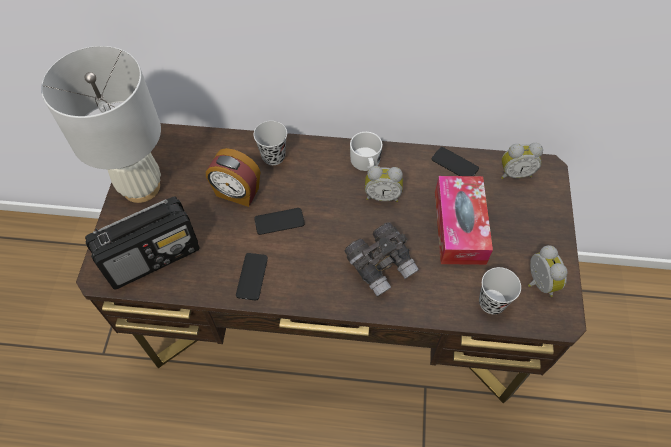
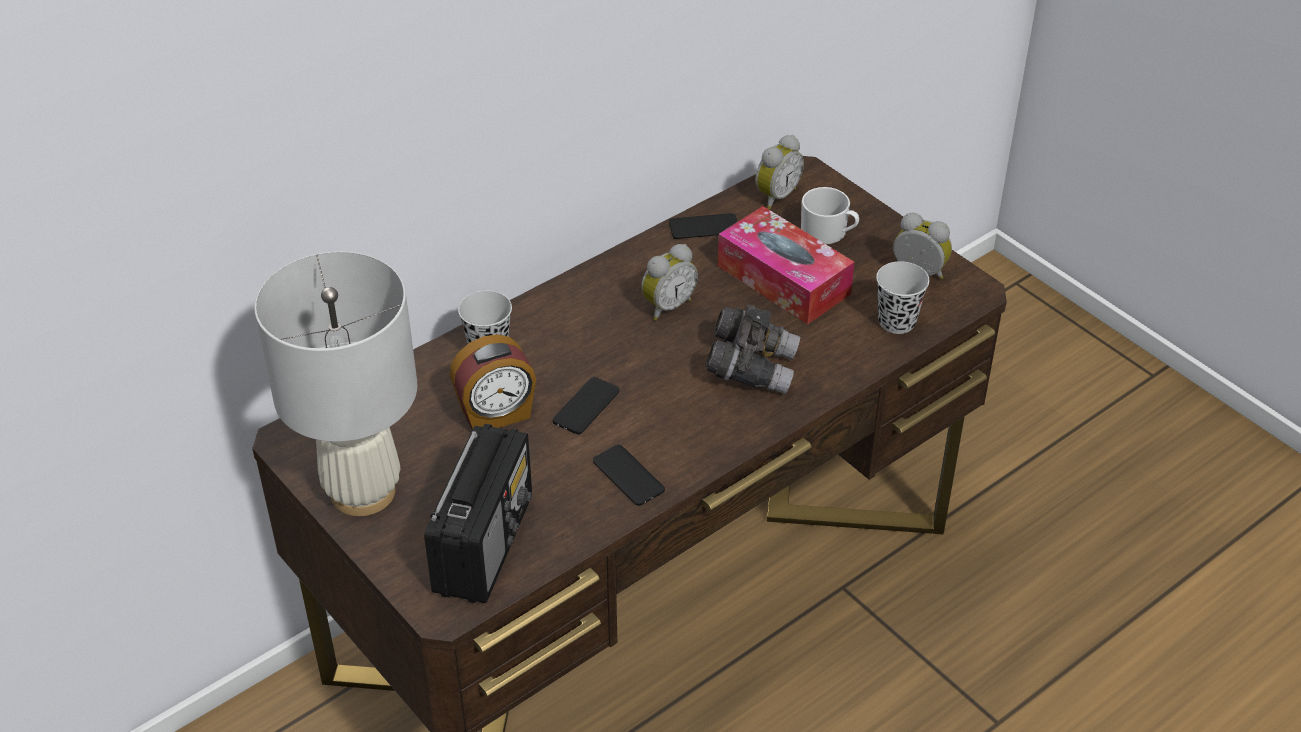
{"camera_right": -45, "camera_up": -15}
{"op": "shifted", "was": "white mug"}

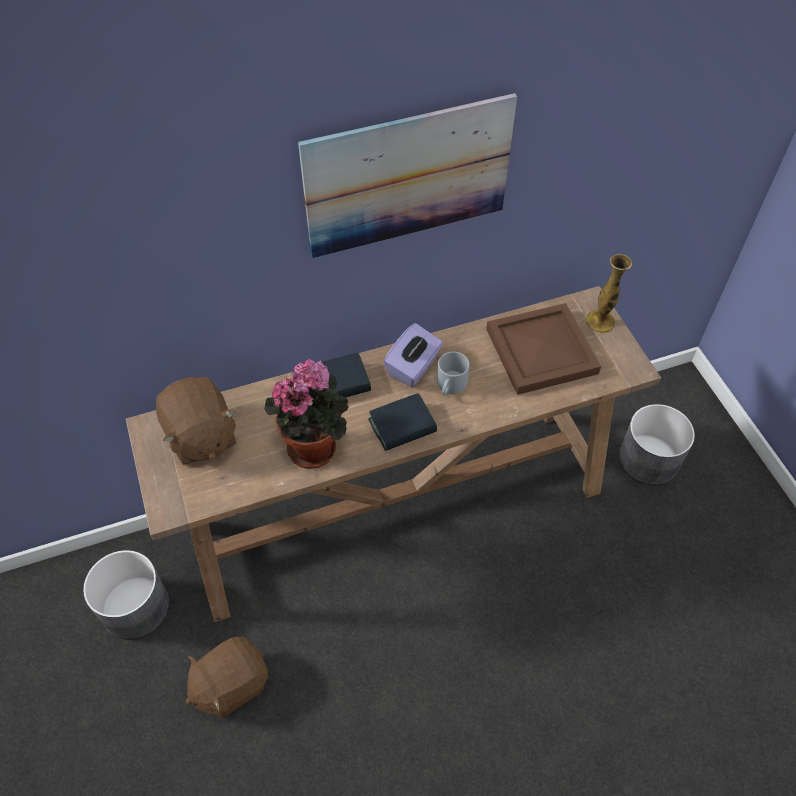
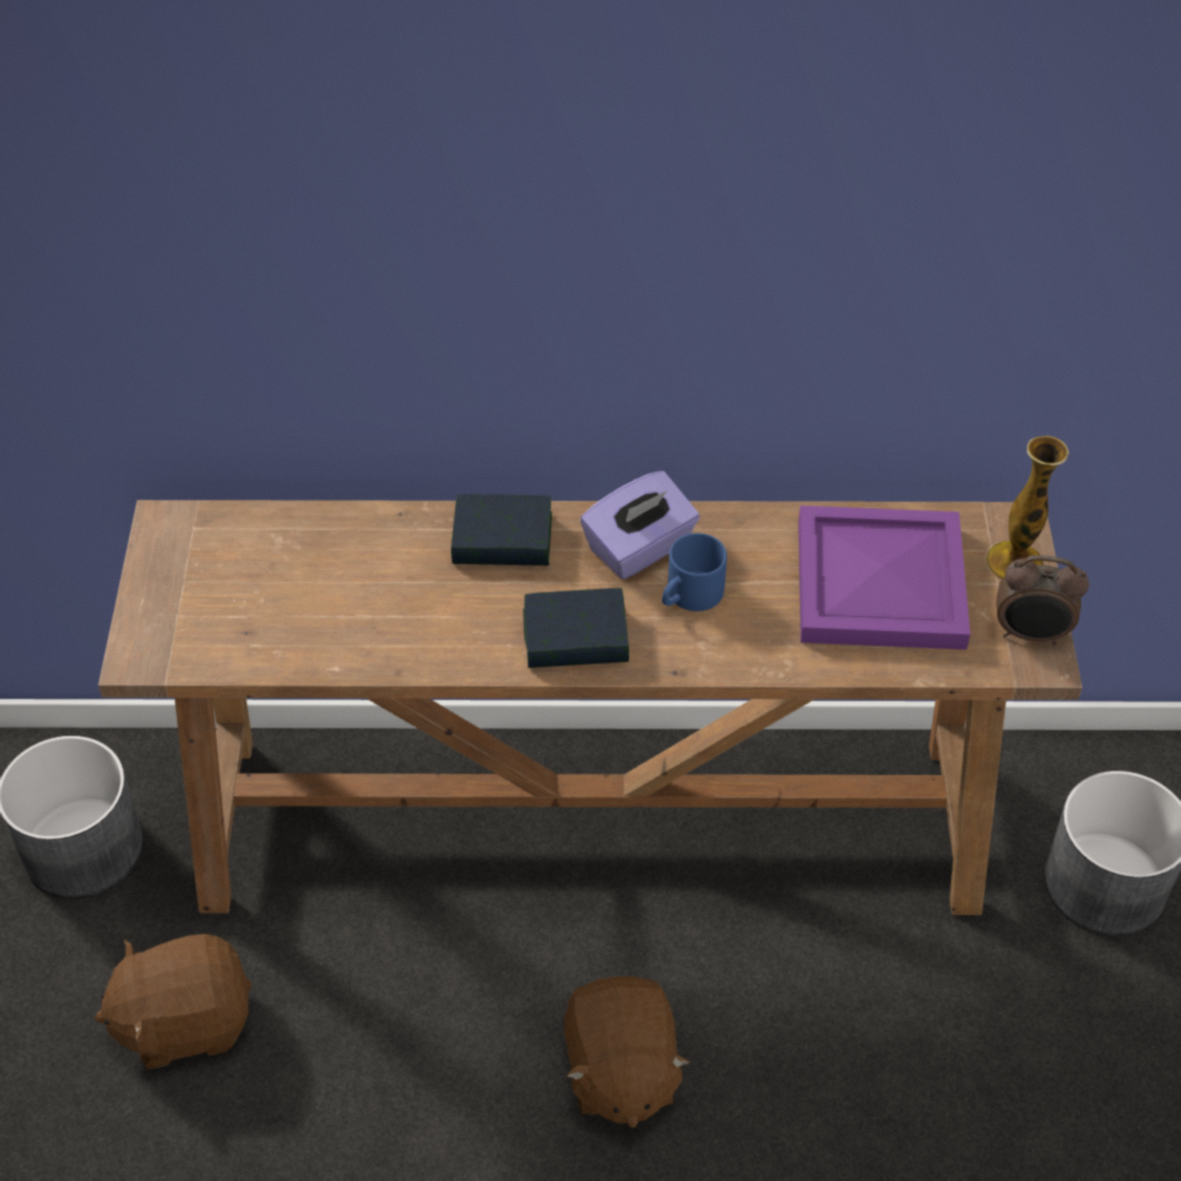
{"camera_right": 20, "camera_up": -5}
{"op": "gone", "was": "picture"}
{"op": "repainted", "was": "brown tray", "now": "purple tray"}
{"op": "repainted", "was": "grey mug", "now": "blue mug"}
{"op": "gone", "was": "potted plant"}
{"op": "shifted", "was": "brown plush toy (no. 1 from left in the first image)", "now": "brown plush toy (no. 2 from left)"}
{"op": "new", "now": "alarm clock"}

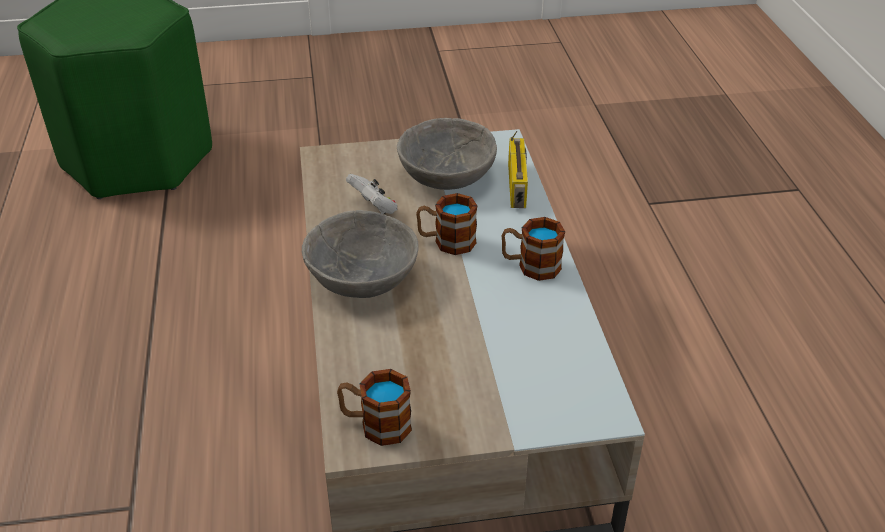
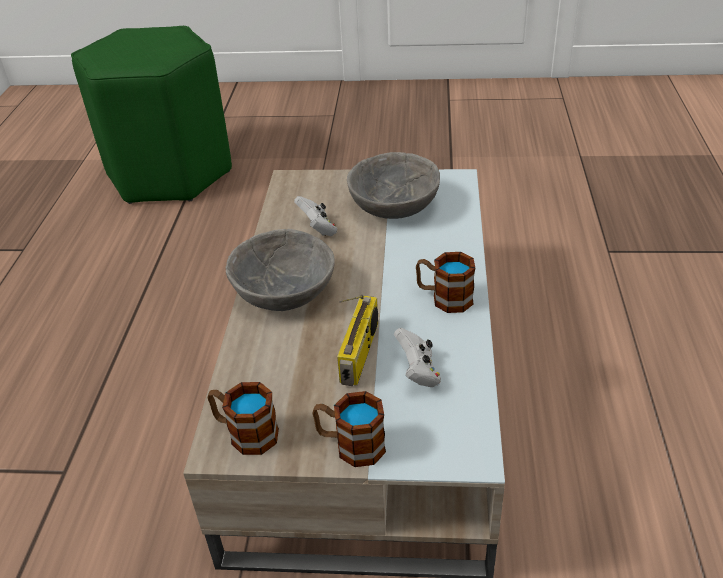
{"camera_right": 15, "camera_up": 0}
{"op": "shifted", "was": "radio"}
{"op": "shifted", "was": "mug (no. 2 from left)"}
{"op": "new", "now": "white game controller (no. 2 from left)"}

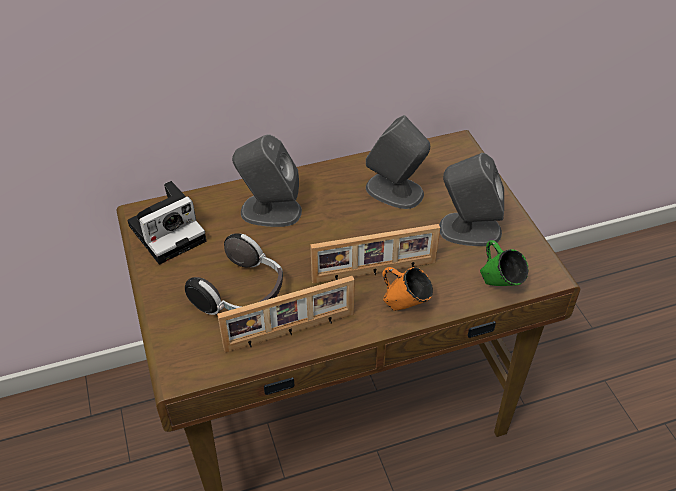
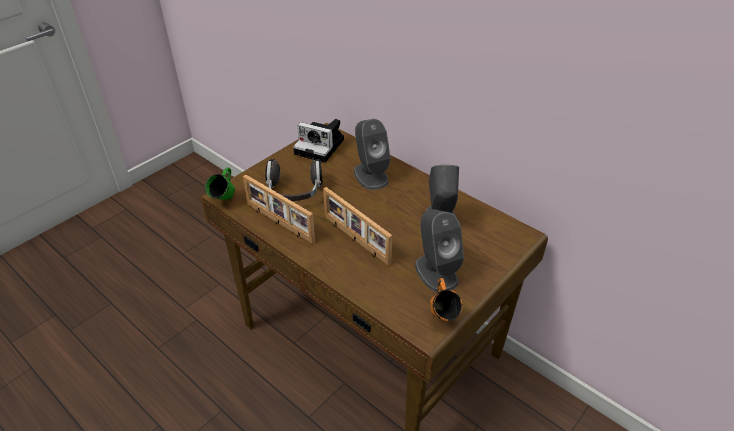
{"camera_right": 60, "camera_up": -5}
{"op": "shifted", "was": "green mug"}
{"op": "shifted", "was": "orange mug"}

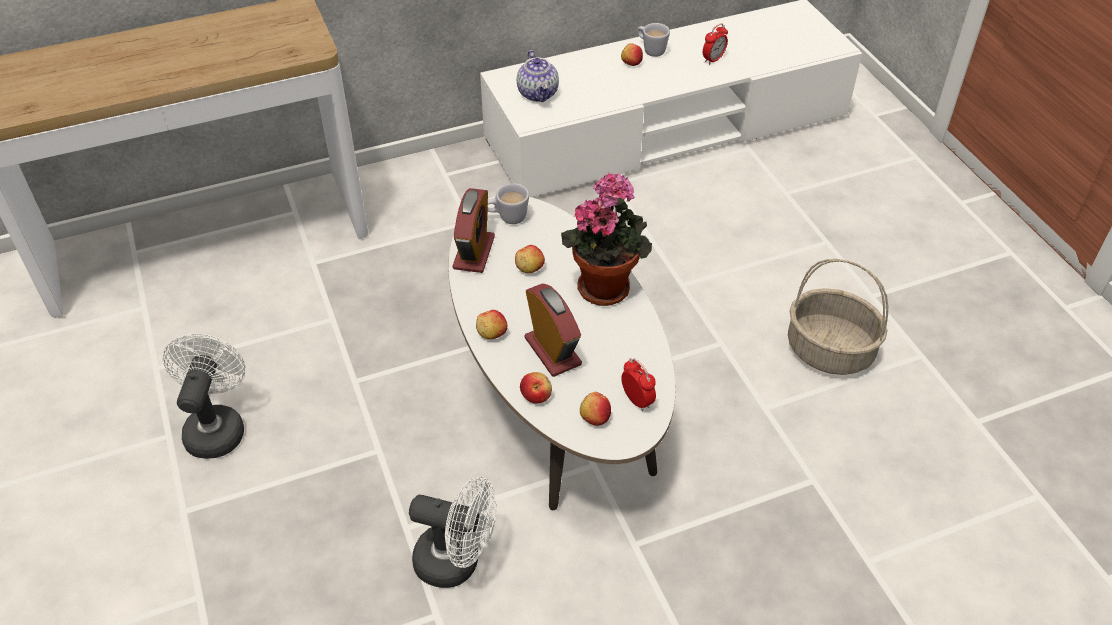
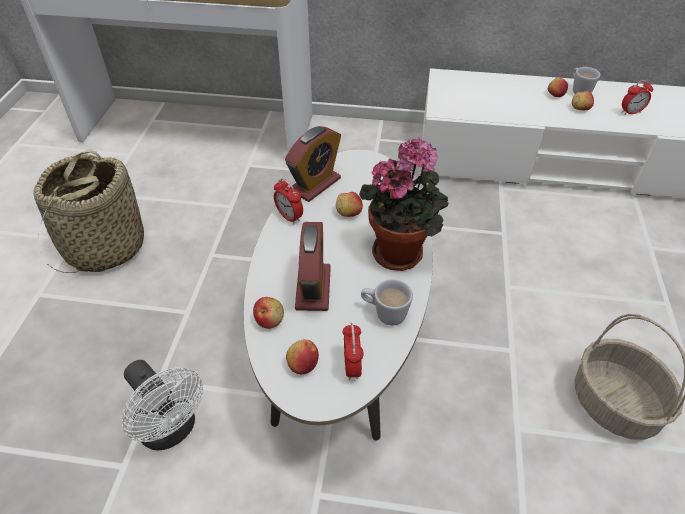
{"camera_right": 30, "camera_up": 0}
{"op": "gone", "was": "teapot"}
{"op": "shifted", "was": "white mug (no. 1 from left)"}
{"op": "shifted", "was": "apple (no. 1 from left in the first image)", "now": "apple (no. 5 from left)"}
{"op": "swapped", "was": "white fan (no. 1 from left)", "now": "basket (no. 1 from left)"}
{"op": "new", "now": "alarm clock (no. 1 from left)"}

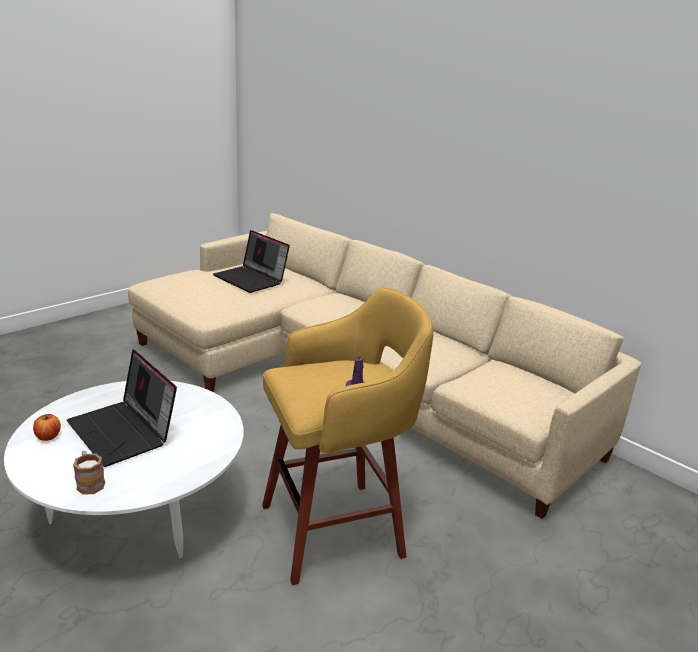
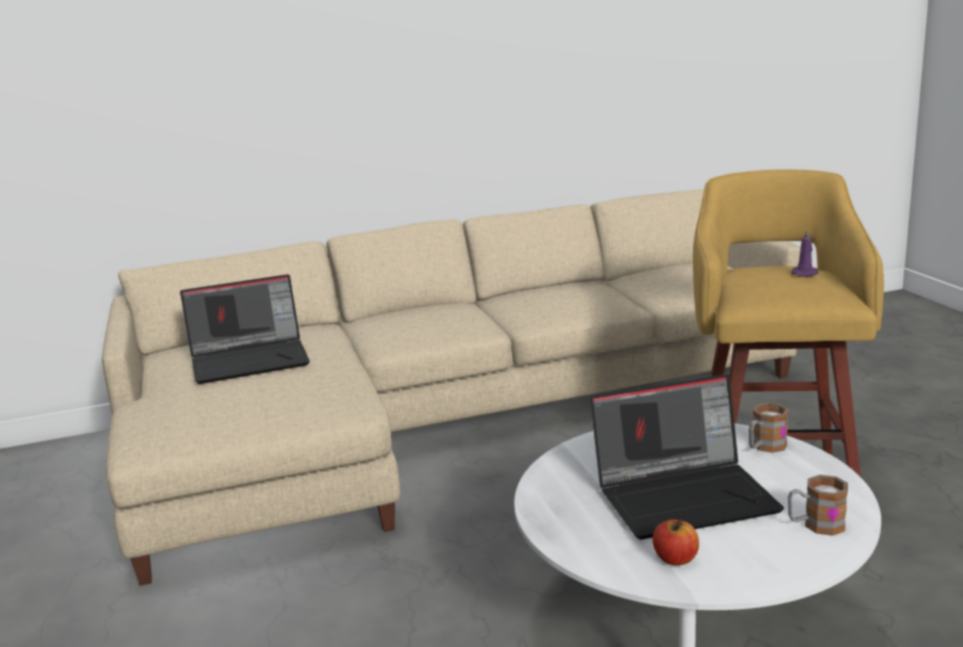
{"camera_right": -60, "camera_up": -5}
{"op": "new", "now": "mug (no. 1 from left)"}

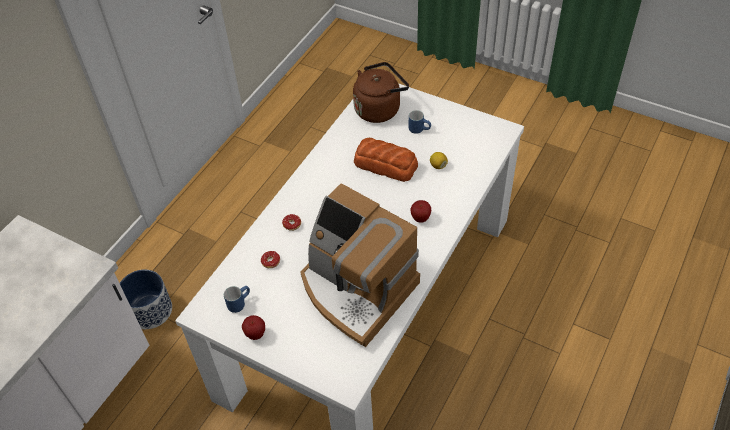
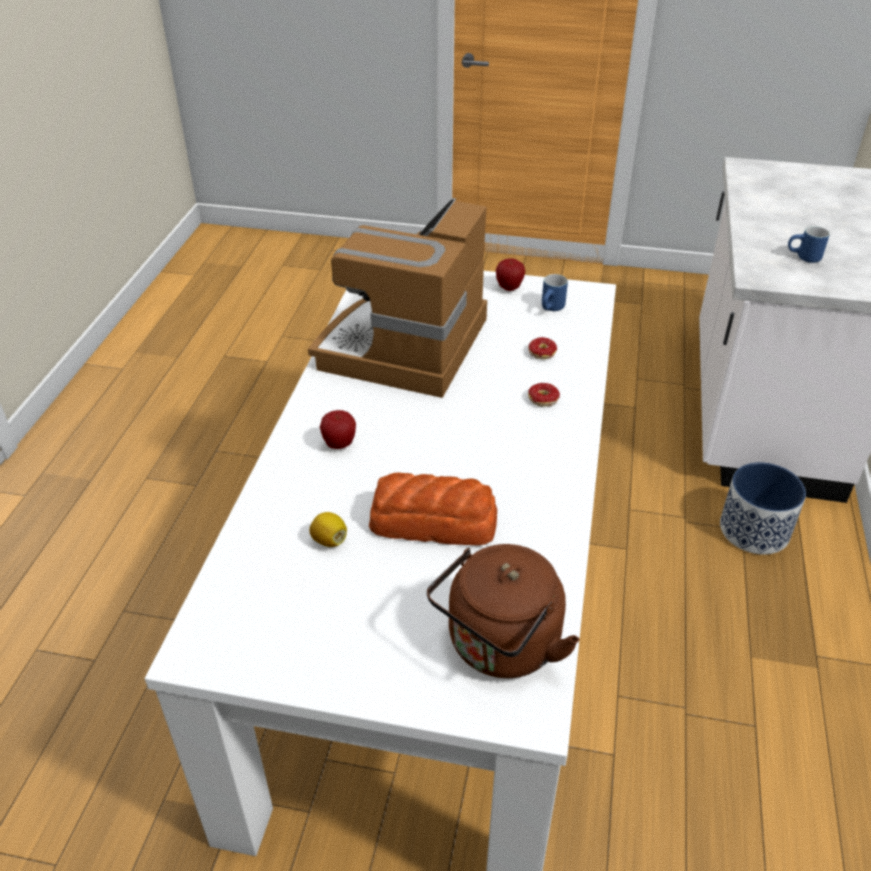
{"camera_right": 160, "camera_up": -10}
{"op": "shifted", "was": "blue mug (no. 2 from left)"}
{"op": "rotated", "was": "coffee machine", "clockwise": -90}

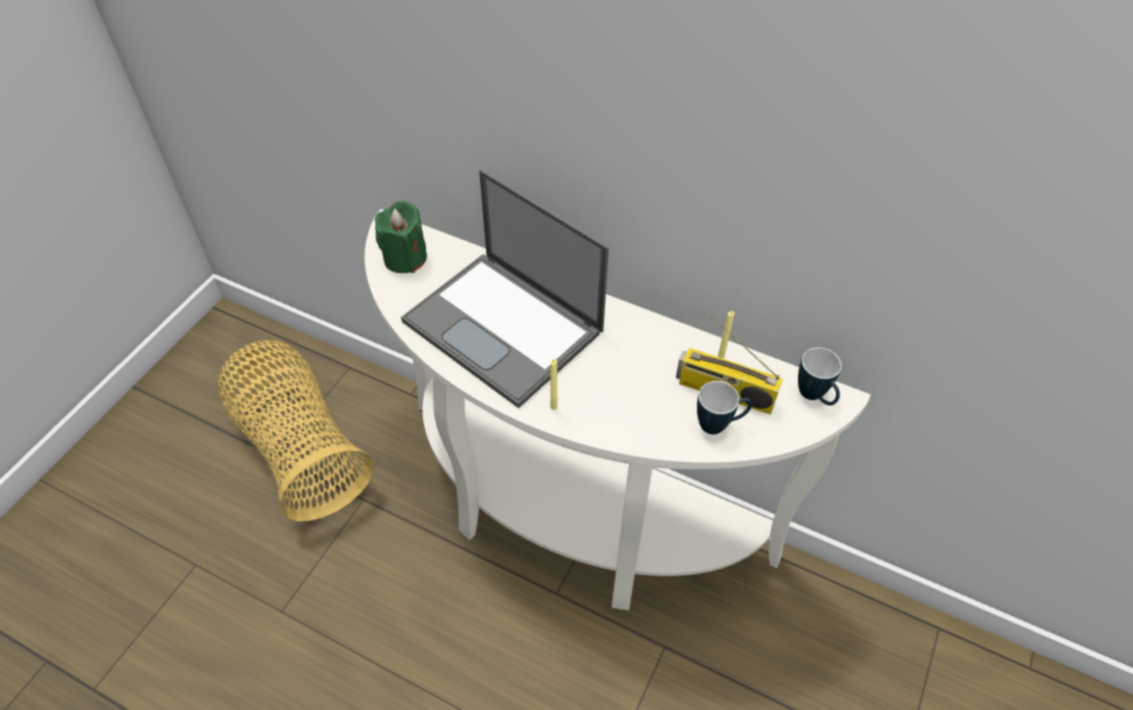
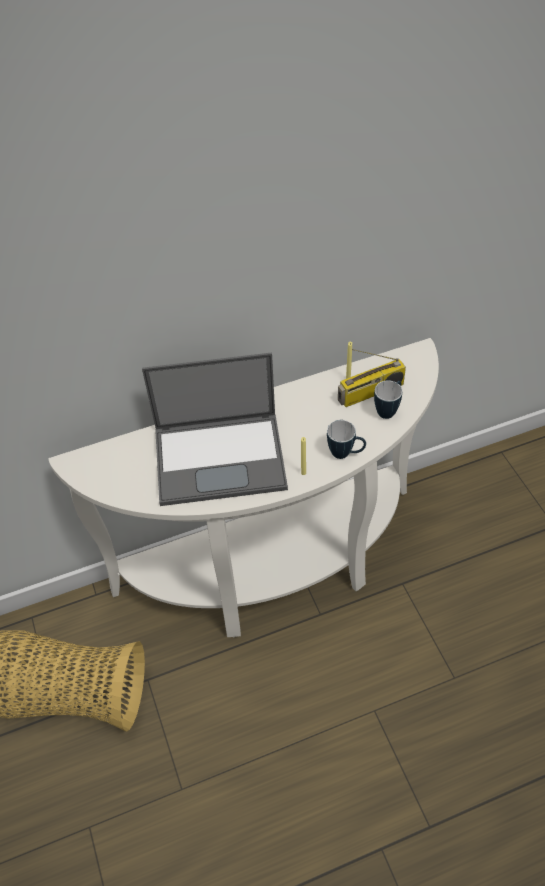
{"camera_right": -45, "camera_up": 0}
{"op": "gone", "was": "green candle"}
{"op": "shifted", "was": "mug (no. 2 from left in the first image)", "now": "mug (no. 1 from left)"}

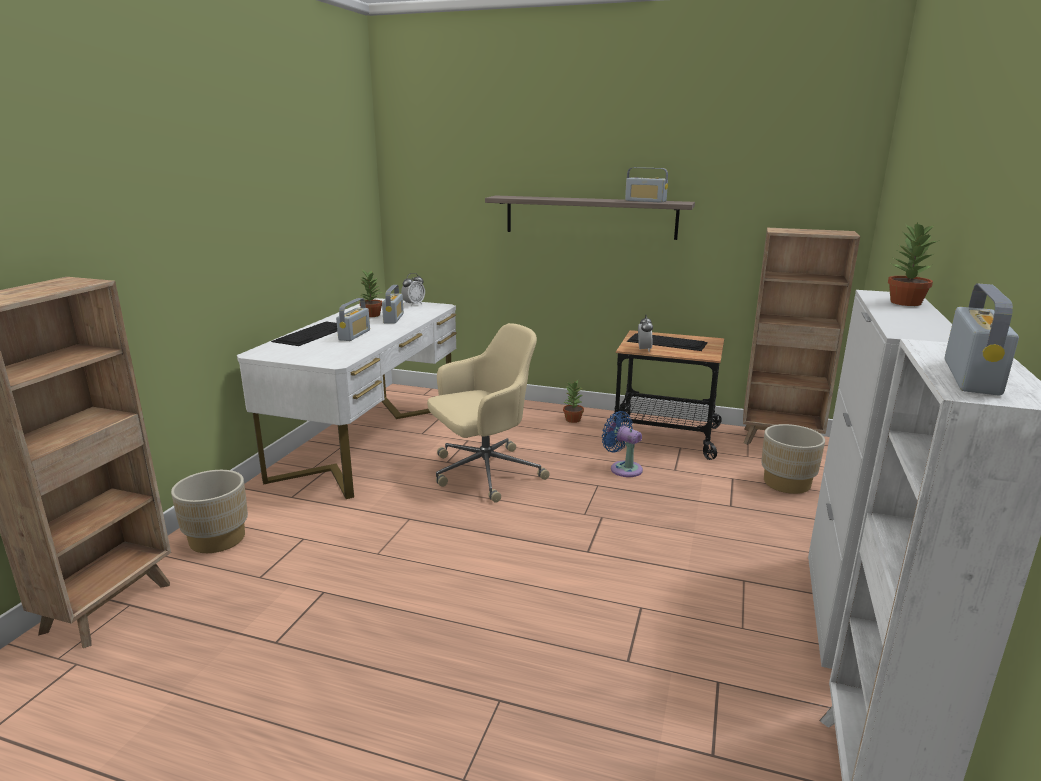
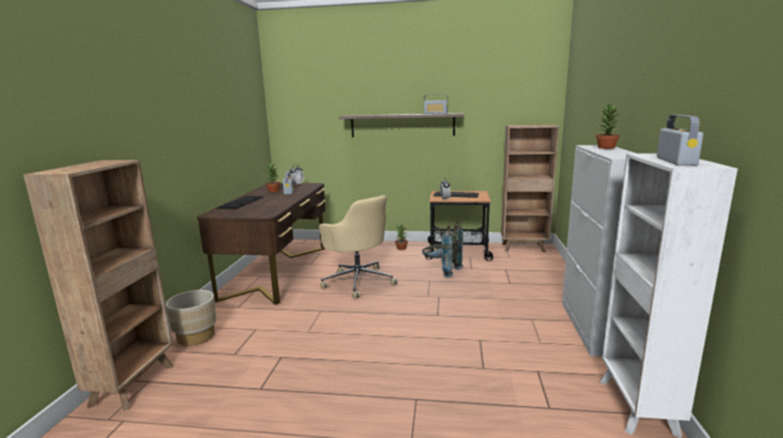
{"camera_right": -10, "camera_up": -5}
{"op": "repainted", "was": "white desk", "now": "brown desk"}
{"op": "gone", "was": "radio (no. 1 from left)"}
{"op": "rotated", "was": "beige office chair", "clockwise": 90}
{"op": "swapped", "was": "blue fan", "now": "grey backpack"}
{"op": "gone", "was": "beige planter (no. 2 from left)"}

